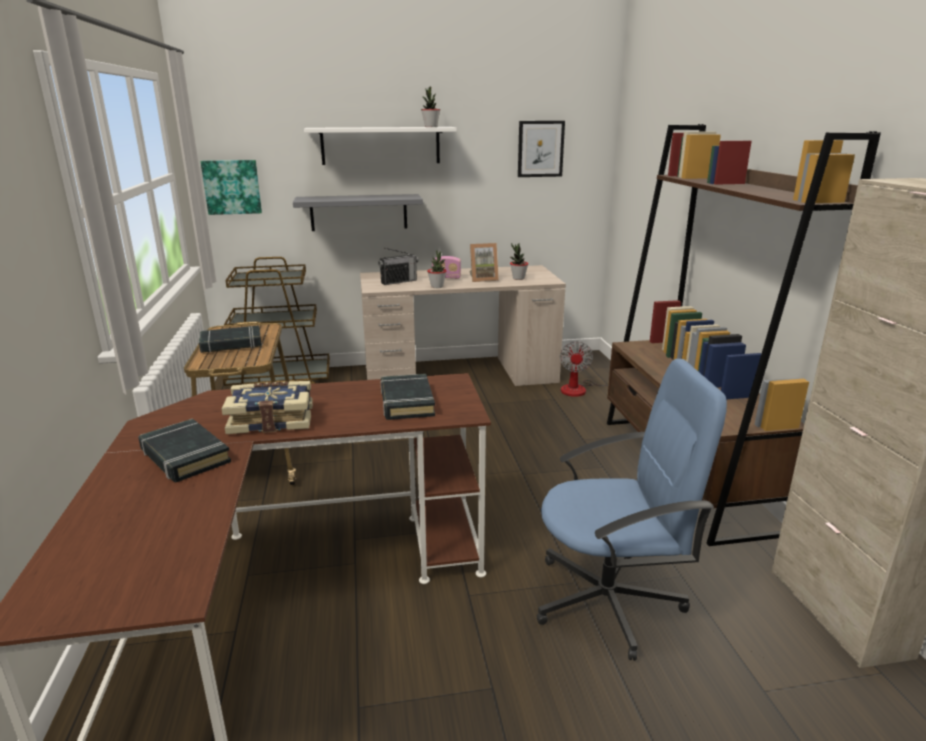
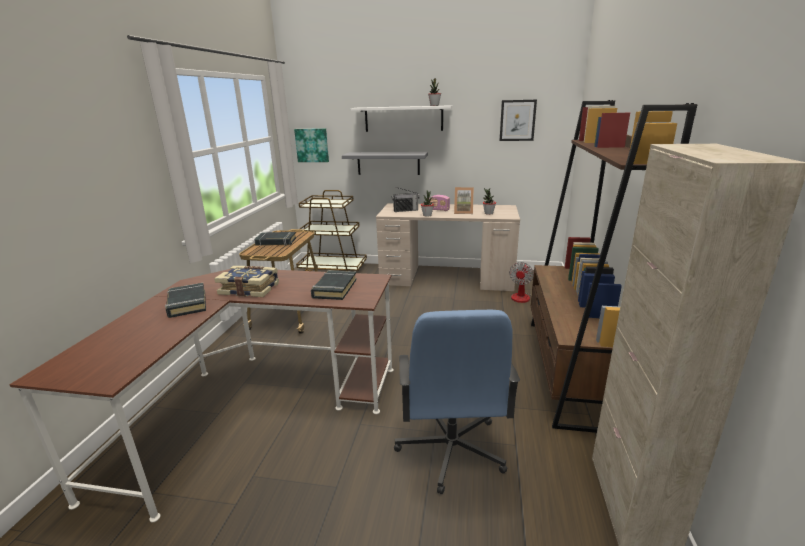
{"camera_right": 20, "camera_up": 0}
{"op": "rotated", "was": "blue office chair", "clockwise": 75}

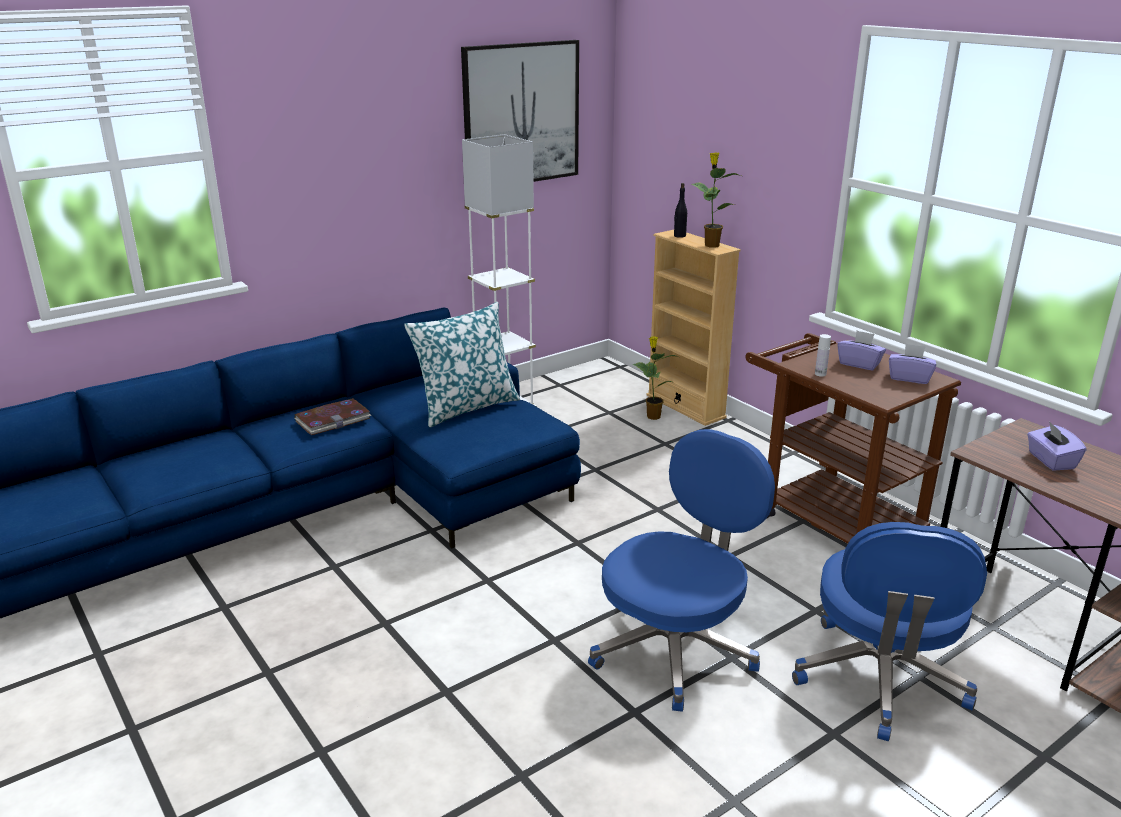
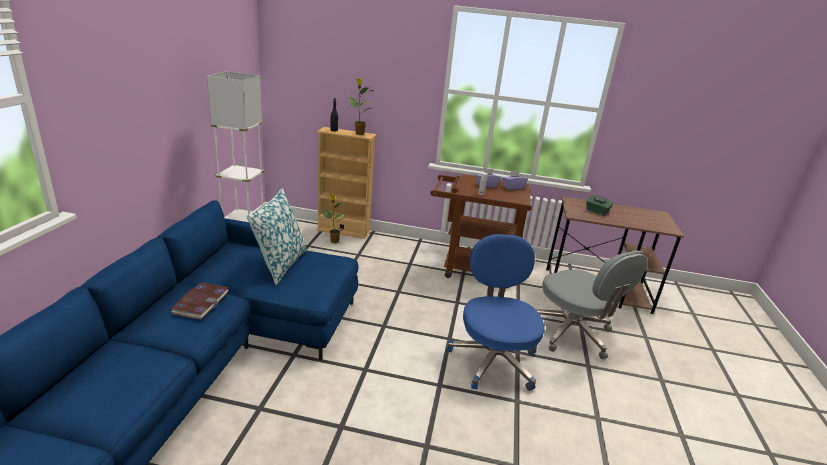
{"camera_right": -45, "camera_up": 0}
{"op": "gone", "was": "picture"}
{"op": "repainted", "was": "purple tissue box (no. 3 from left)", "now": "green tissue box"}
{"op": "repainted", "was": "blue office chair (no. 2 from left)", "now": "grey office chair"}

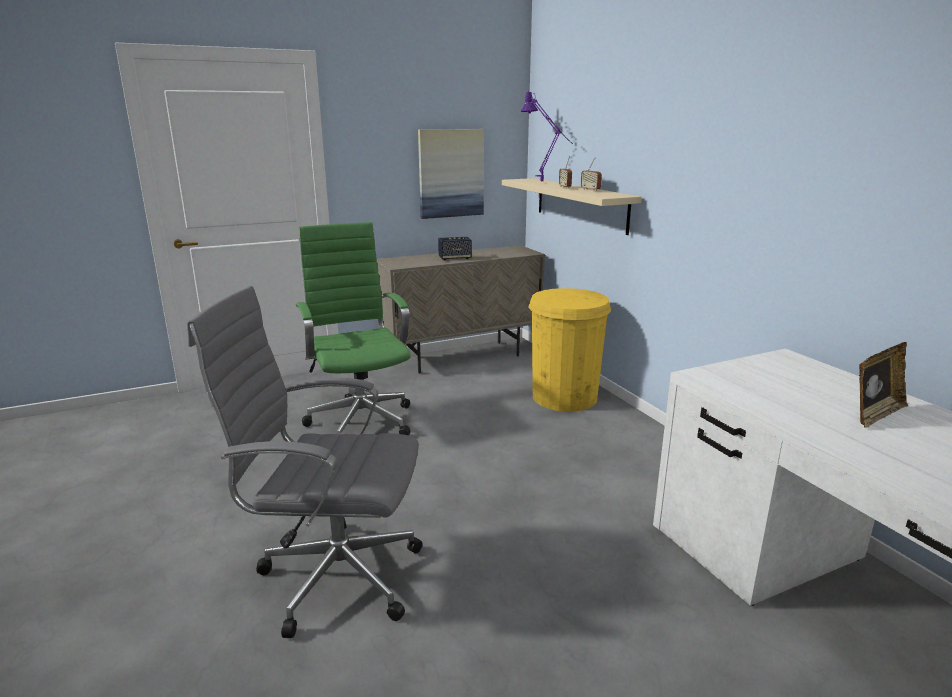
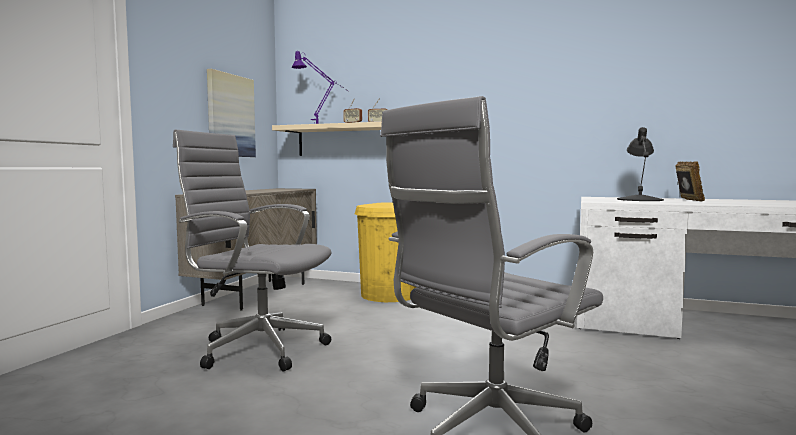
{"camera_right": -45, "camera_up": -15}
{"op": "repainted", "was": "green office chair", "now": "grey office chair (no. 1 from left)"}
{"op": "gone", "was": "speaker"}
{"op": "new", "now": "black table lamp"}

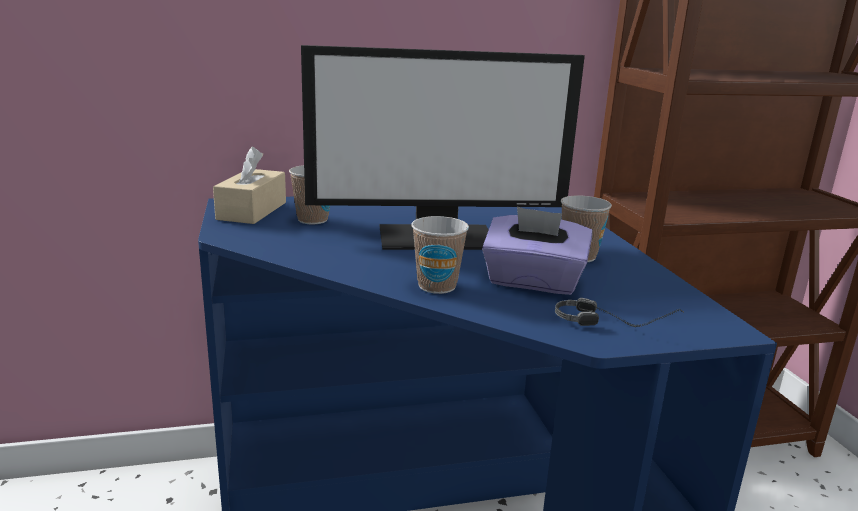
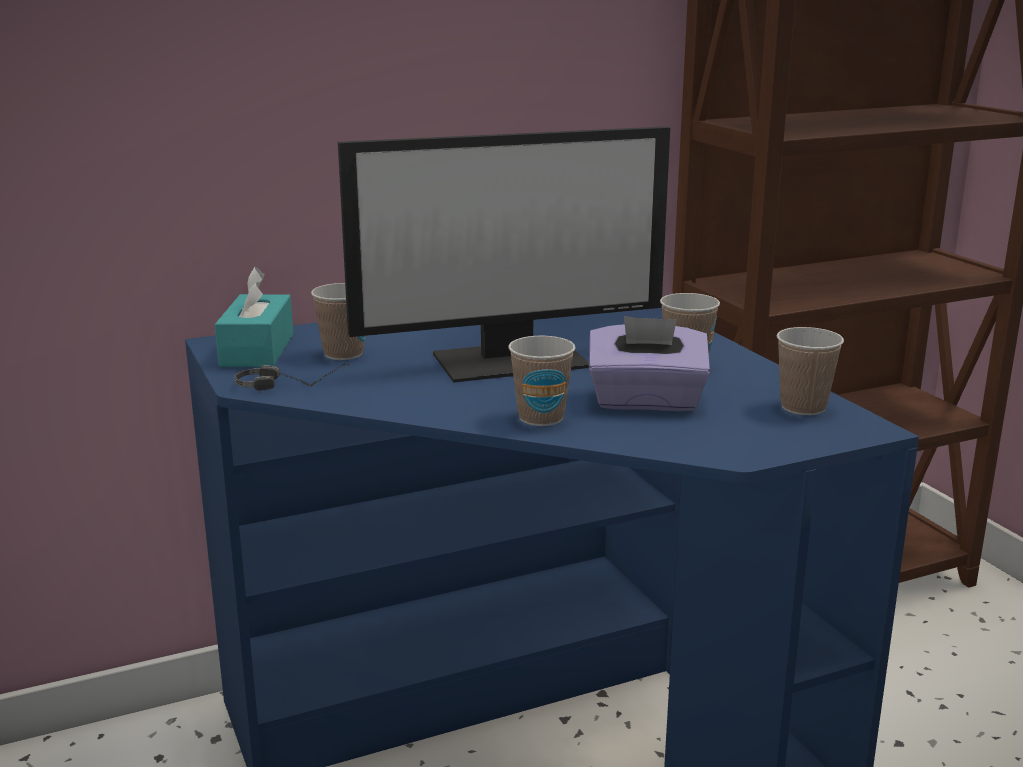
{"camera_right": -10, "camera_up": 0}
{"op": "repainted", "was": "beige tissue box", "now": "turquoise tissue box"}
{"op": "shifted", "was": "headphones"}
{"op": "new", "now": "cup (no. 4 from left)"}

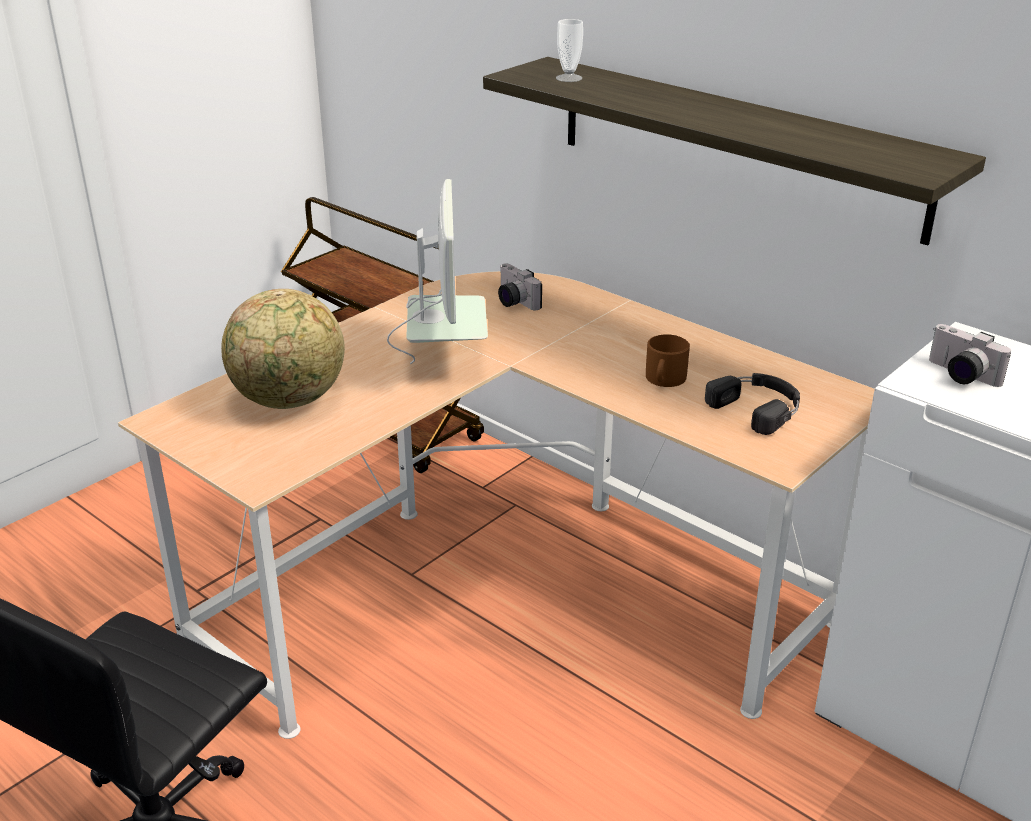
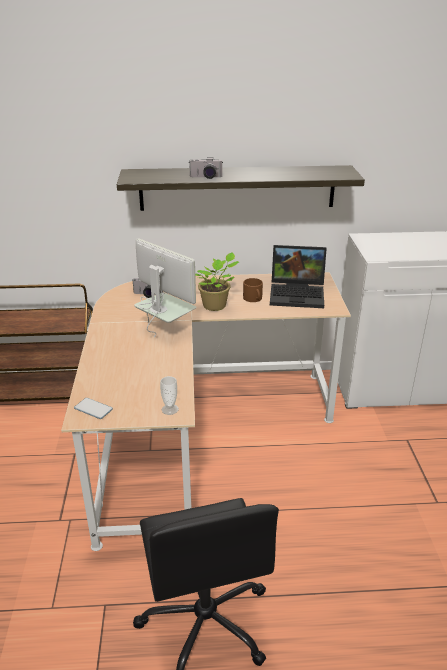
{"camera_right": -45, "camera_up": 0}
{"op": "shifted", "was": "cup"}
{"op": "gone", "was": "globe"}
{"op": "shifted", "was": "photo camera (no. 2 from left)"}
{"op": "swapped", "was": "black headphones", "now": "laptop"}
{"op": "new", "now": "potted plant"}
{"op": "new", "now": "phone"}

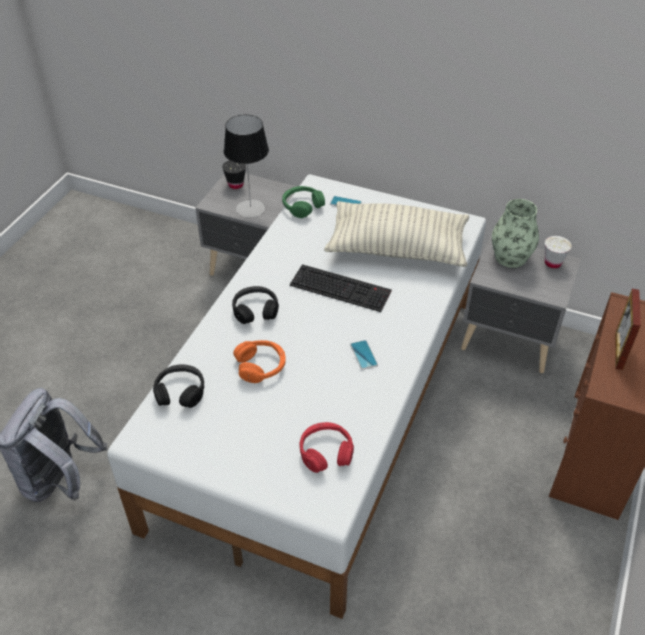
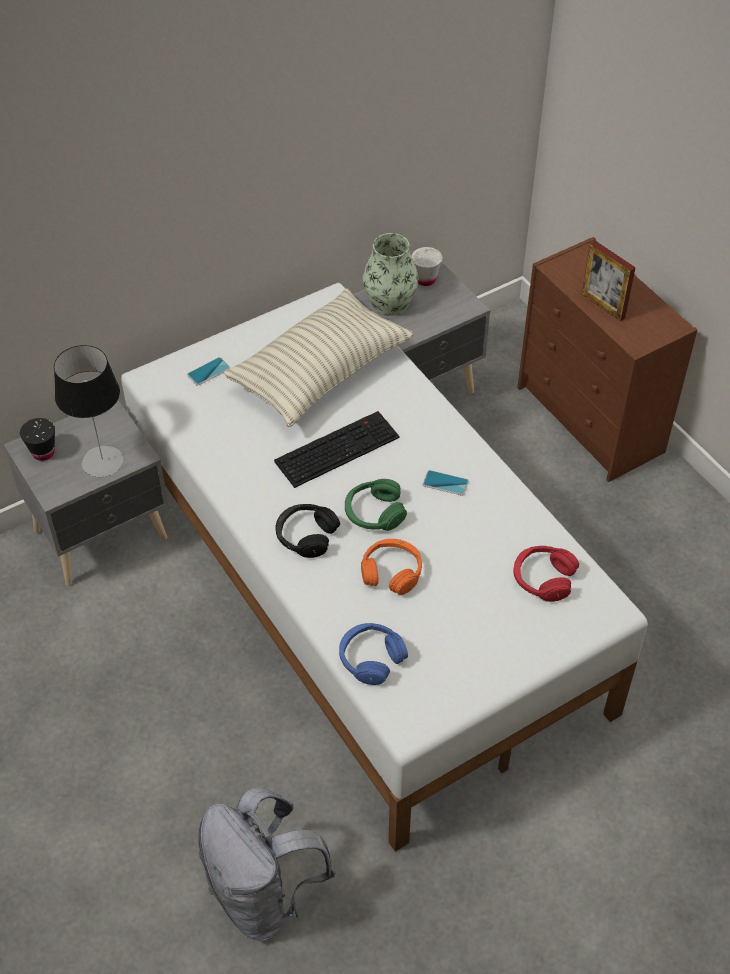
{"camera_right": -55, "camera_up": 5}
{"op": "shifted", "was": "green headphones"}
{"op": "repainted", "was": "black headphones (no. 1 from left)", "now": "blue headphones"}

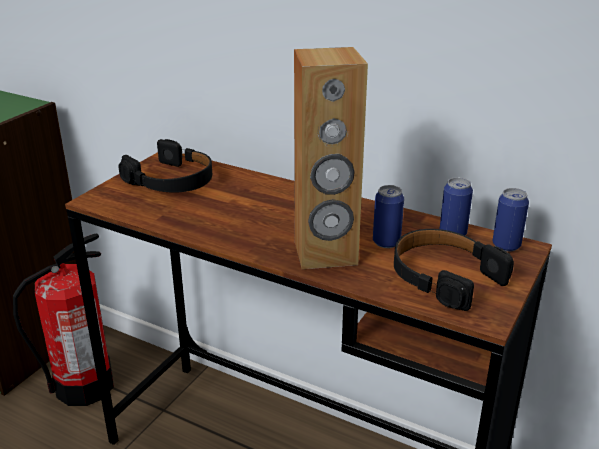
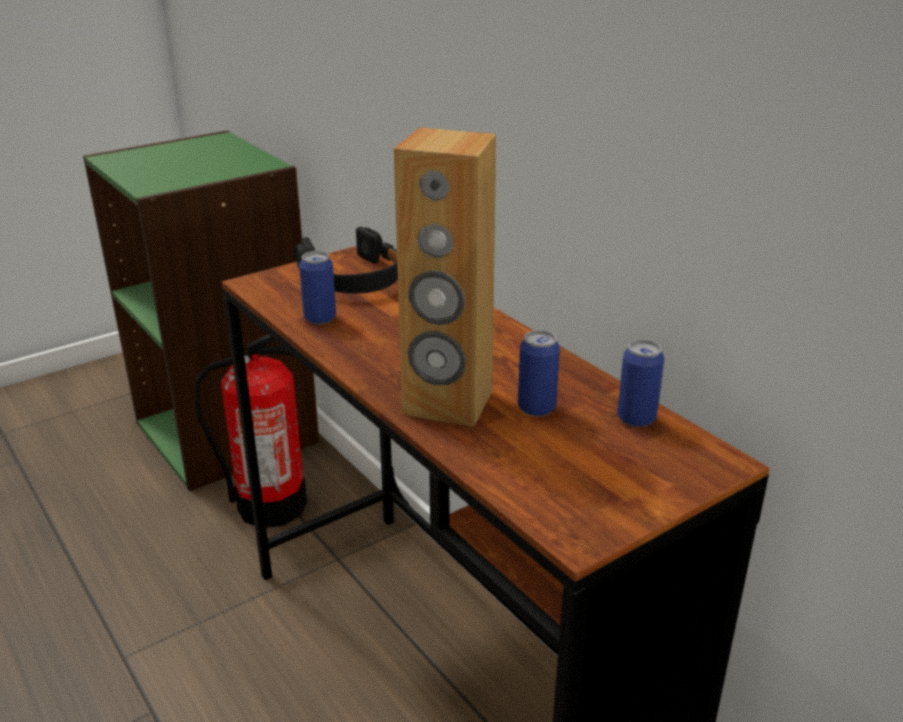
{"camera_right": 25, "camera_up": 0}
{"op": "shifted", "was": "can (no. 3 from left in the first image)", "now": "can (no. 1 from left)"}
{"op": "gone", "was": "black headphones (no. 2 from left)"}

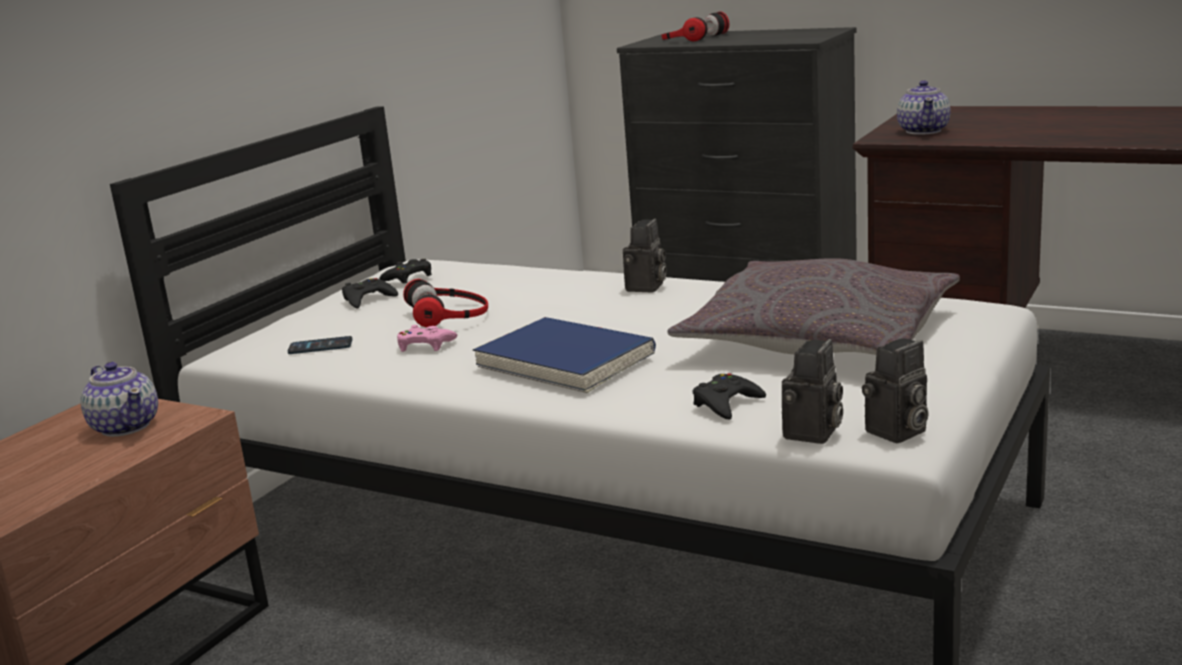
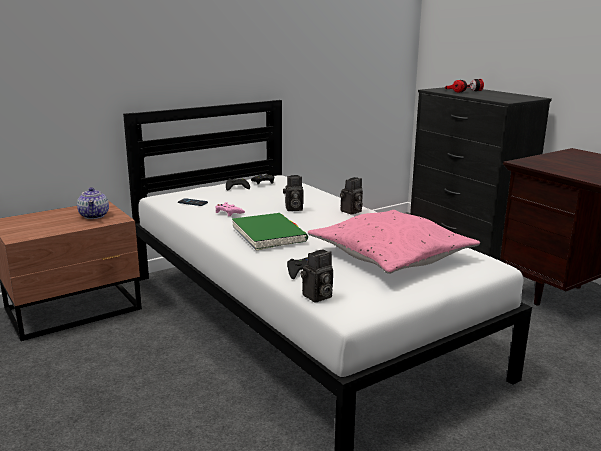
{"camera_right": 25, "camera_up": 0}
{"op": "gone", "was": "teapot (no. 2 from left)"}
{"op": "repainted", "was": "grey pillow", "now": "pink pillow"}
{"op": "gone", "was": "headphones (no. 1 from left)"}
{"op": "repainted", "was": "blue book", "now": "green book"}
{"op": "shifted", "was": "photo camera (no. 3 from left in the first image)", "now": "photo camera (no. 1 from left)"}

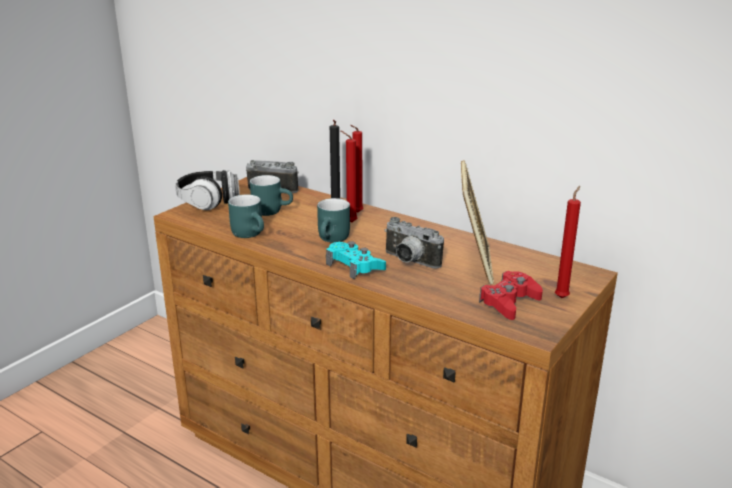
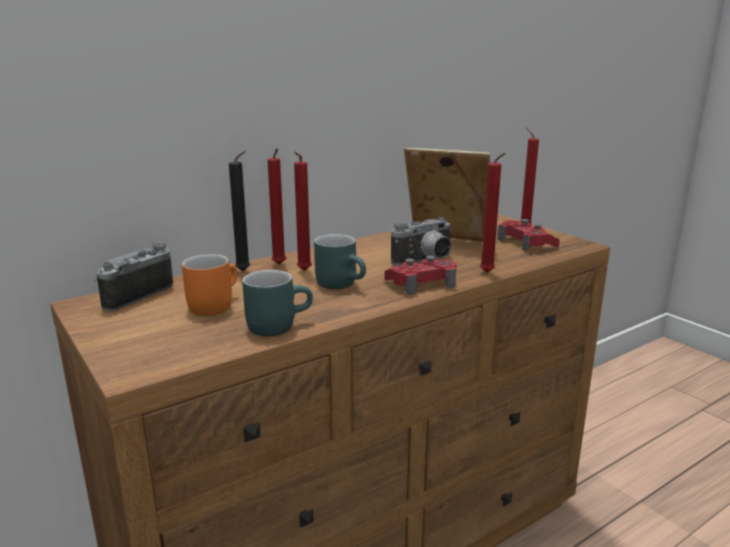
{"camera_right": -70, "camera_up": -5}
{"op": "gone", "was": "headphones"}
{"op": "repainted", "was": "turquoise mug (no. 2 from left)", "now": "orange mug"}
{"op": "repainted", "was": "turquoise game controller", "now": "red game controller (no. 1 from left)"}
{"op": "new", "now": "red candle (no. 3 from left)"}

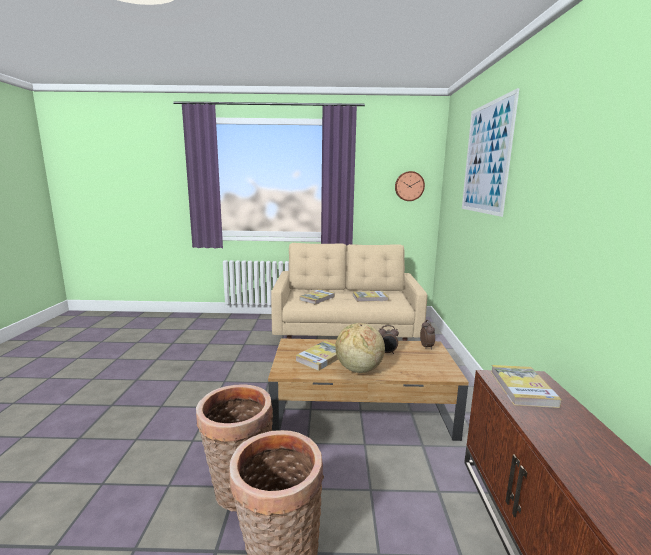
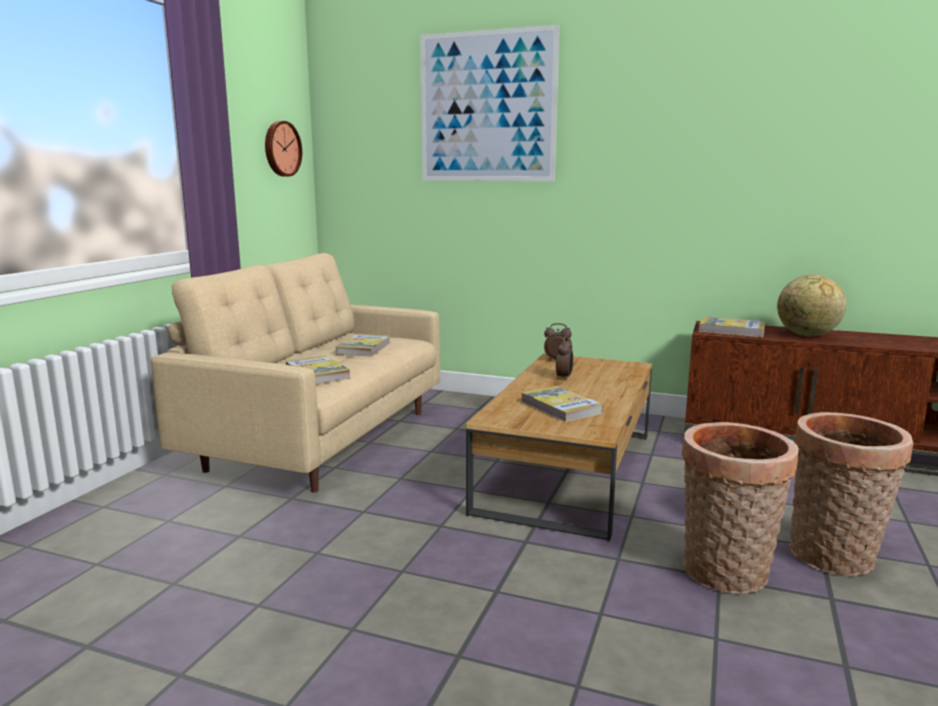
{"camera_right": -70, "camera_up": 0}
{"op": "shifted", "was": "globe"}

